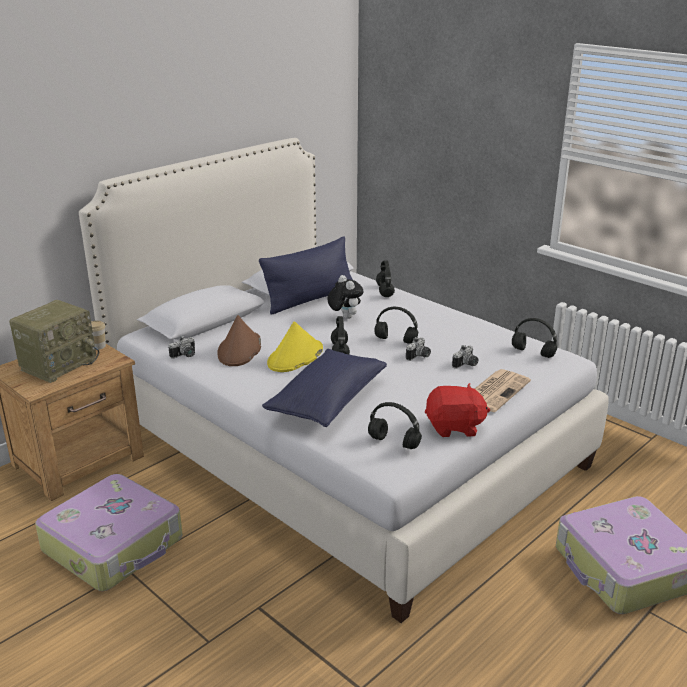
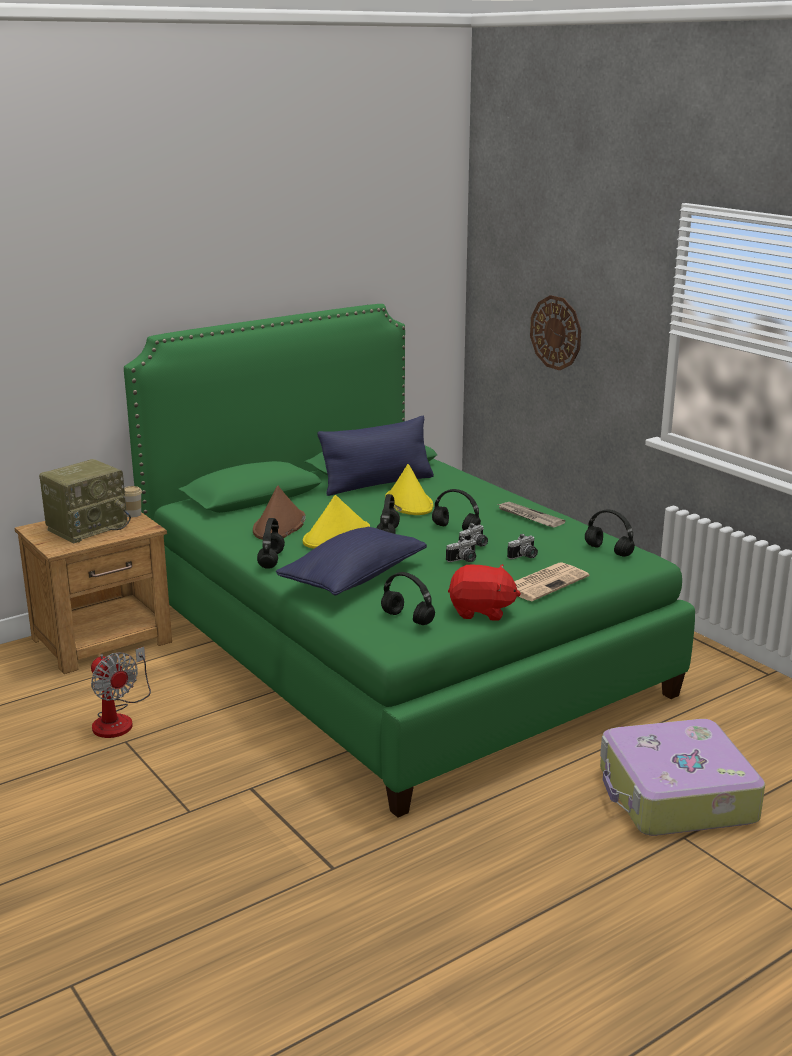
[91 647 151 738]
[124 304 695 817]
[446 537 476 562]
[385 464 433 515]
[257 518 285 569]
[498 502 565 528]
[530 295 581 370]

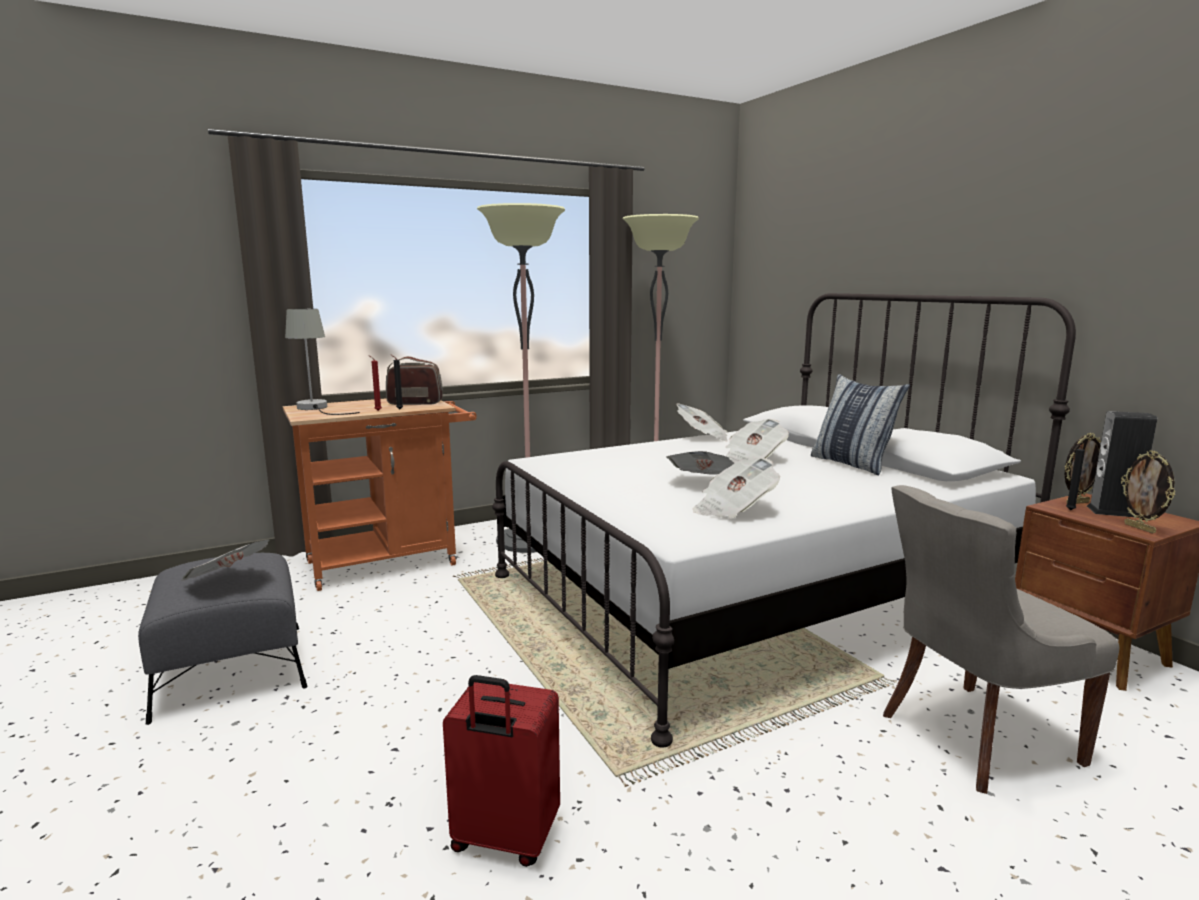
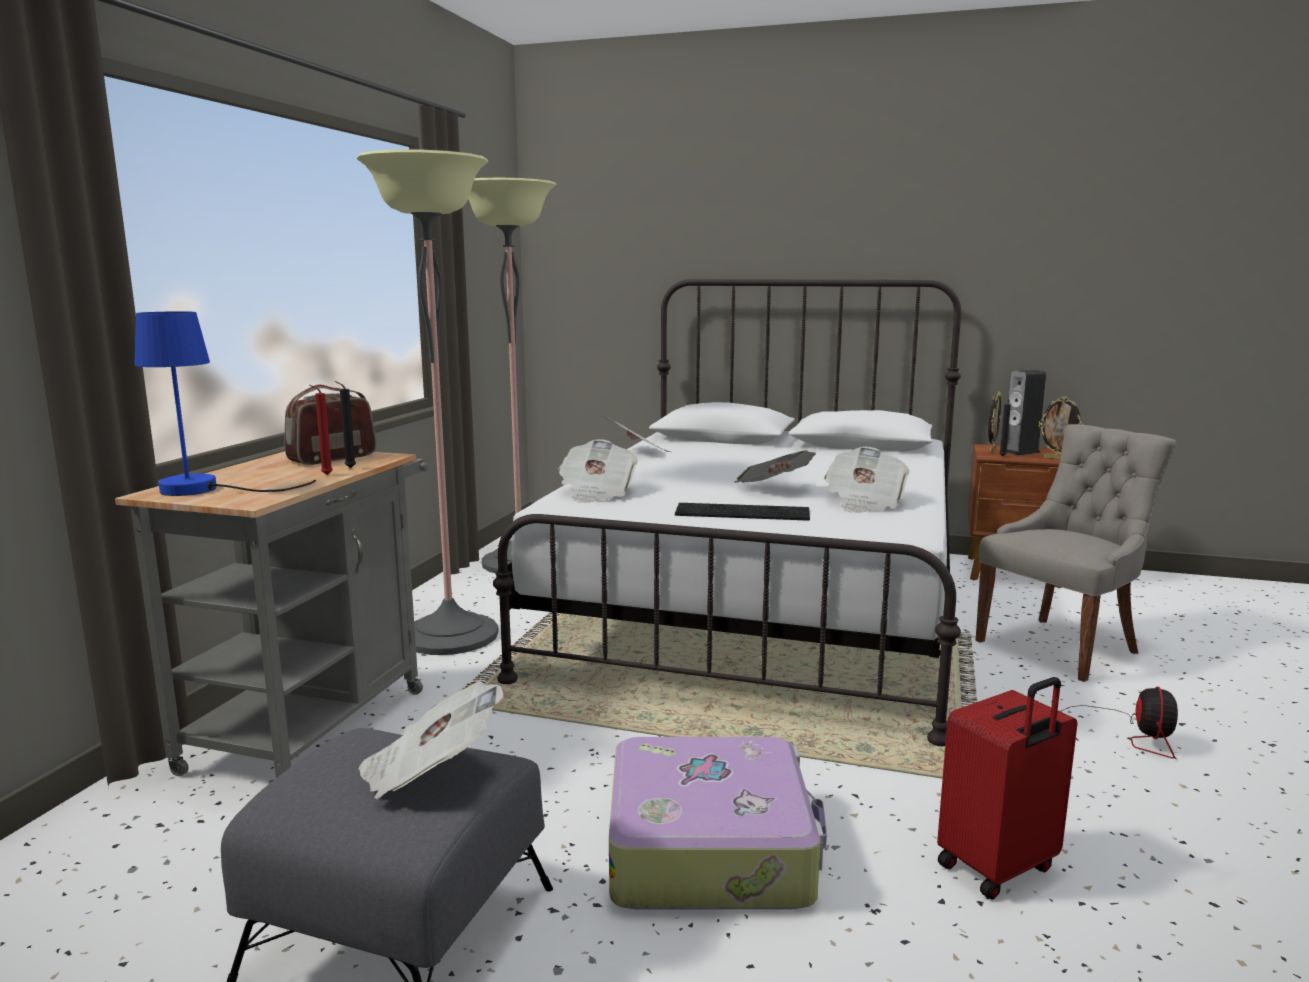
[115 451 428 778]
[134 311 316 496]
[558 439 638 503]
[811 374 910 475] (first image)
[976 424 1176 682]
[609 737 827 909]
[675 503 810 521]
[1060 687 1178 759]

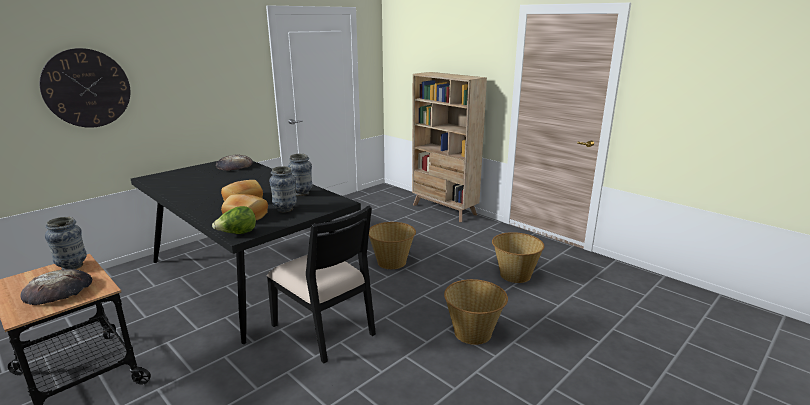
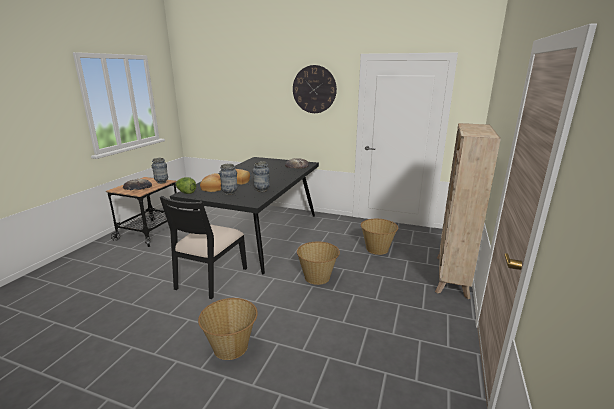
[293 65 337 113]
[361 219 398 255]

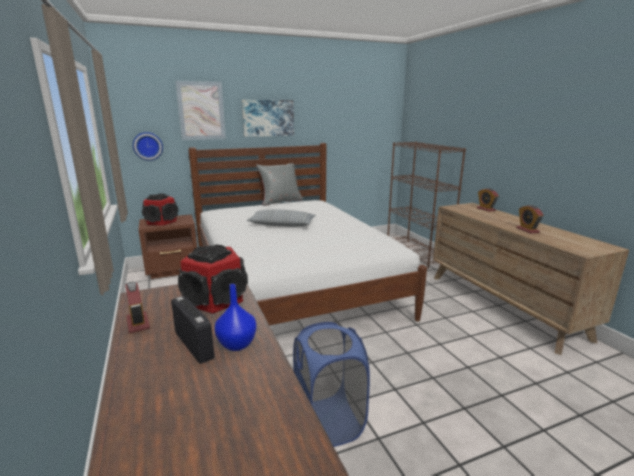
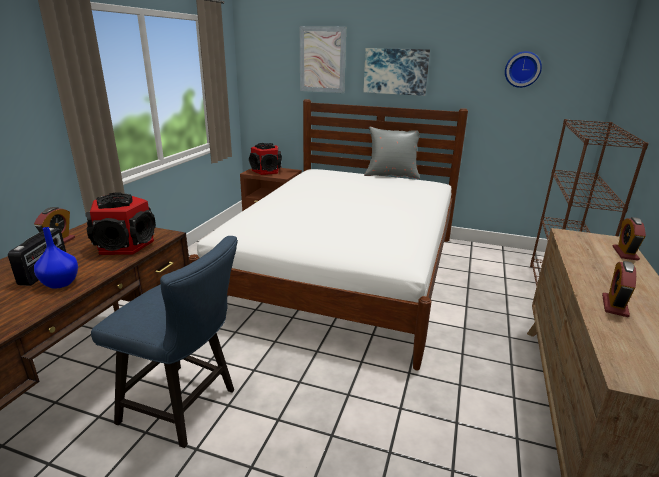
[505 51 542 88]
[246 209 316 227] (first image)
[91 236 238 448]

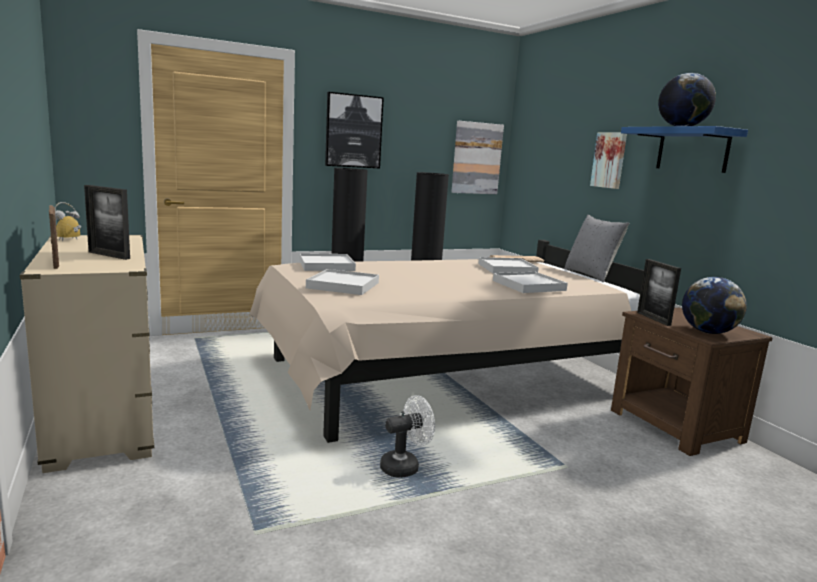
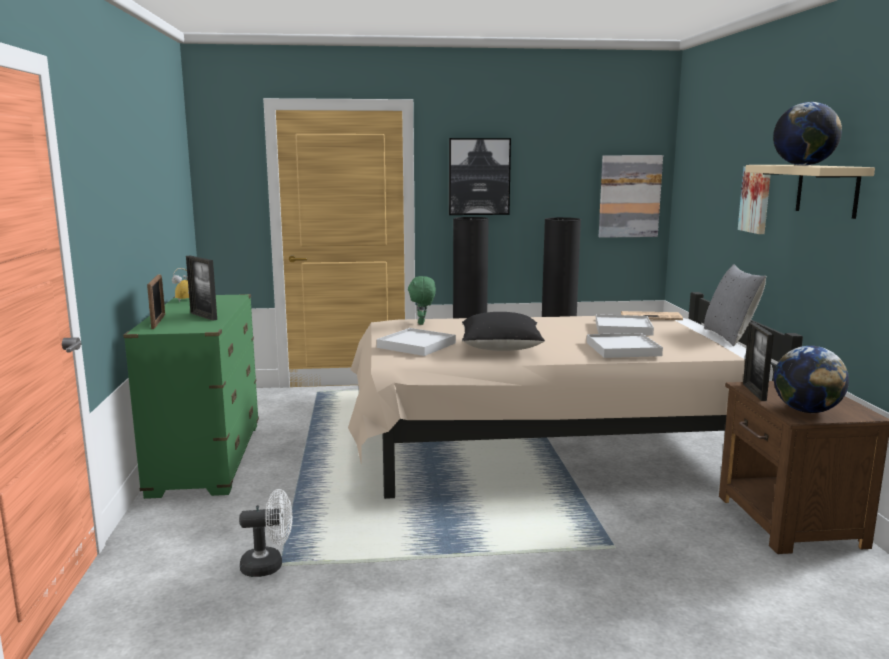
[123 294 259 499]
[408 276 436 325]
[239 489 293 577]
[745 165 875 219]
[462 312 545 351]

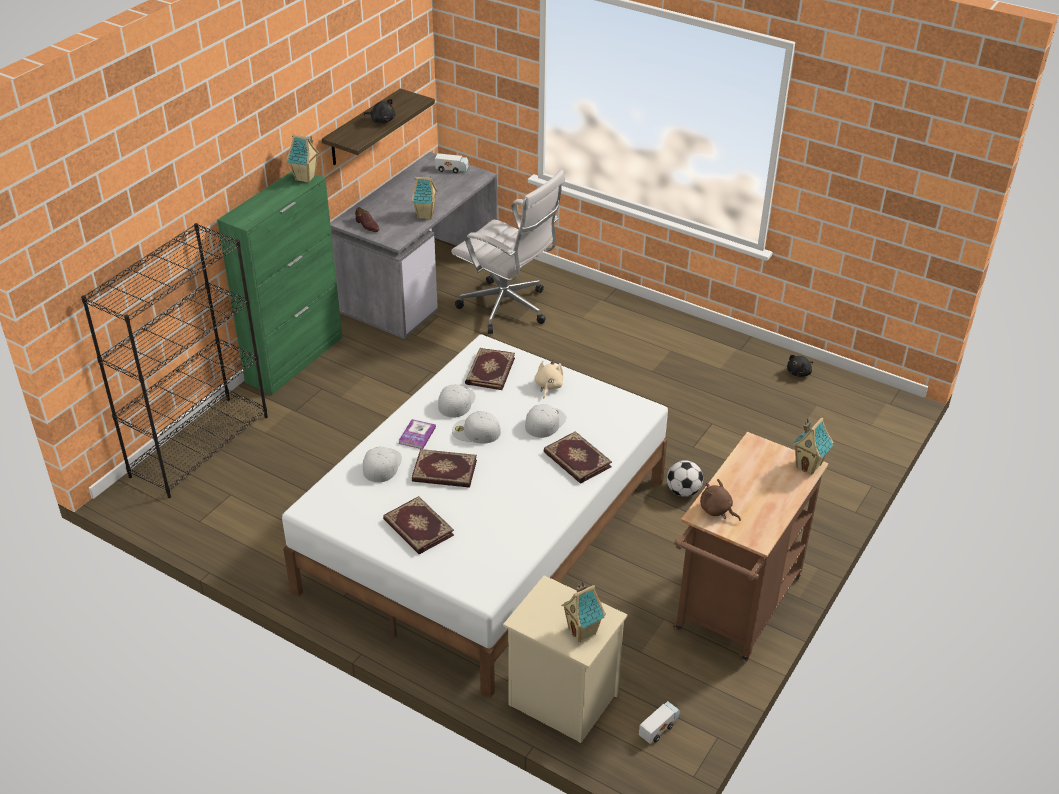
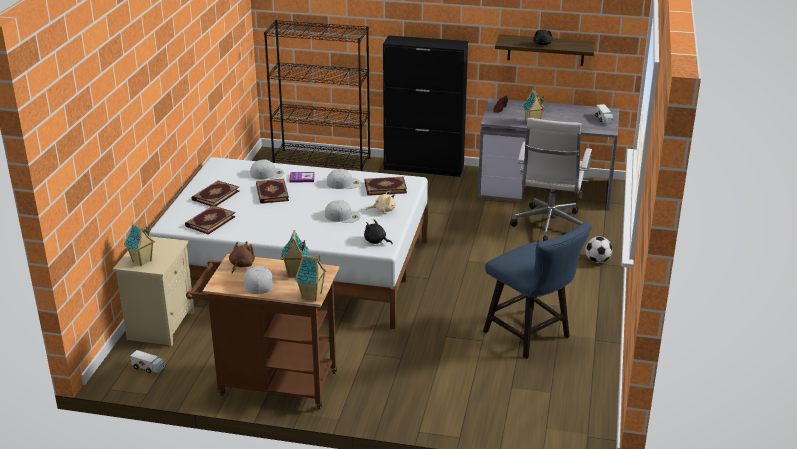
[383 35 468 177]
[281 230 309 278]
[244 266 274 294]
[185 205 236 235]
[585 236 612 263]
[364 219 393 245]
[483 222 592 359]

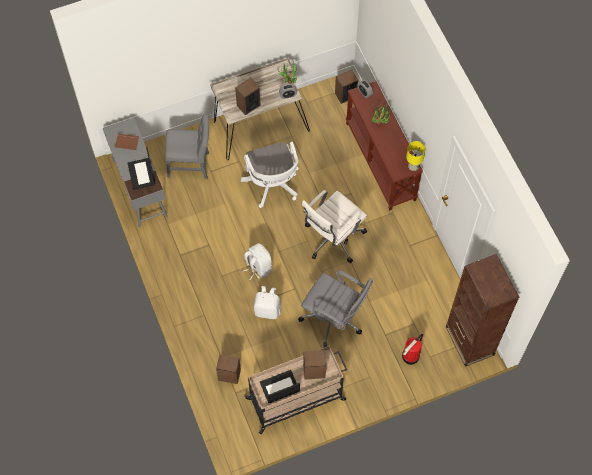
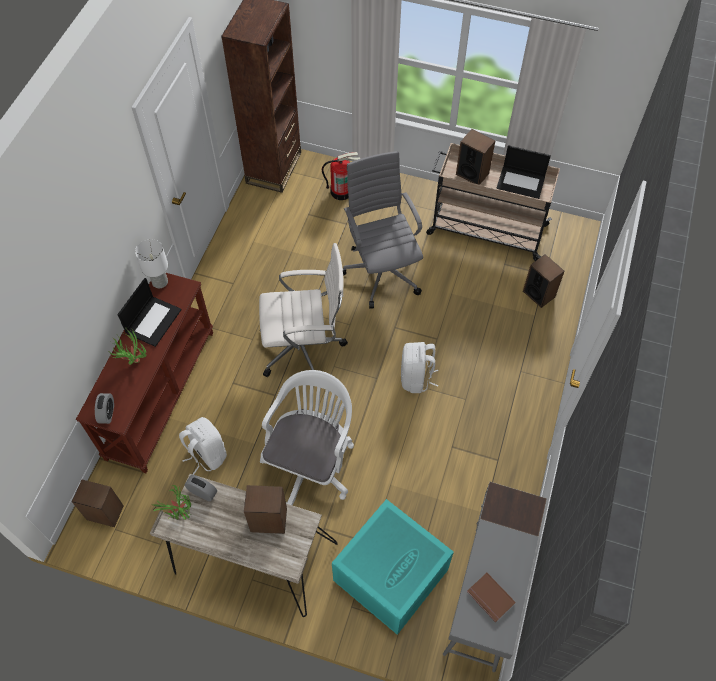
[117 278 182 347]
[332 499 454 635]
[179 417 227 475]
[135 239 168 288]

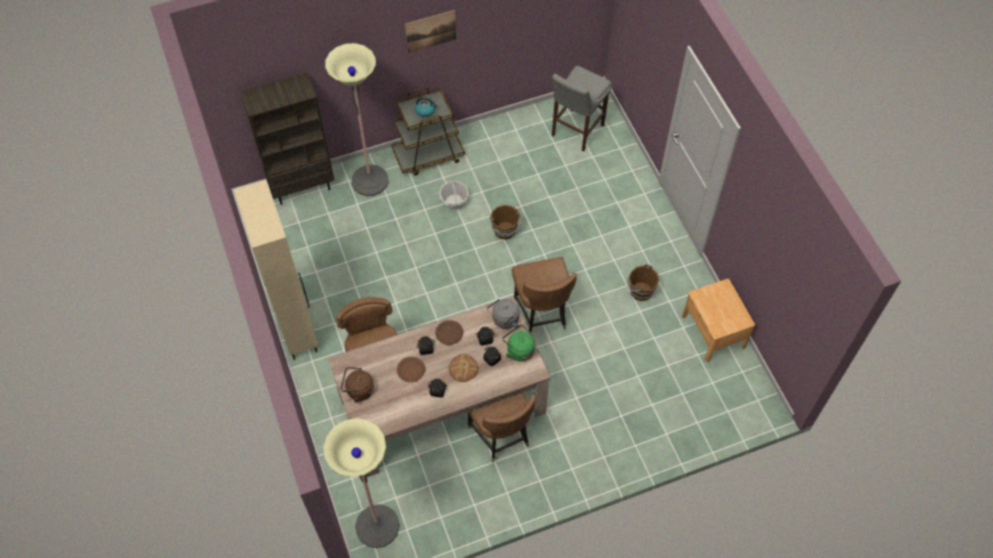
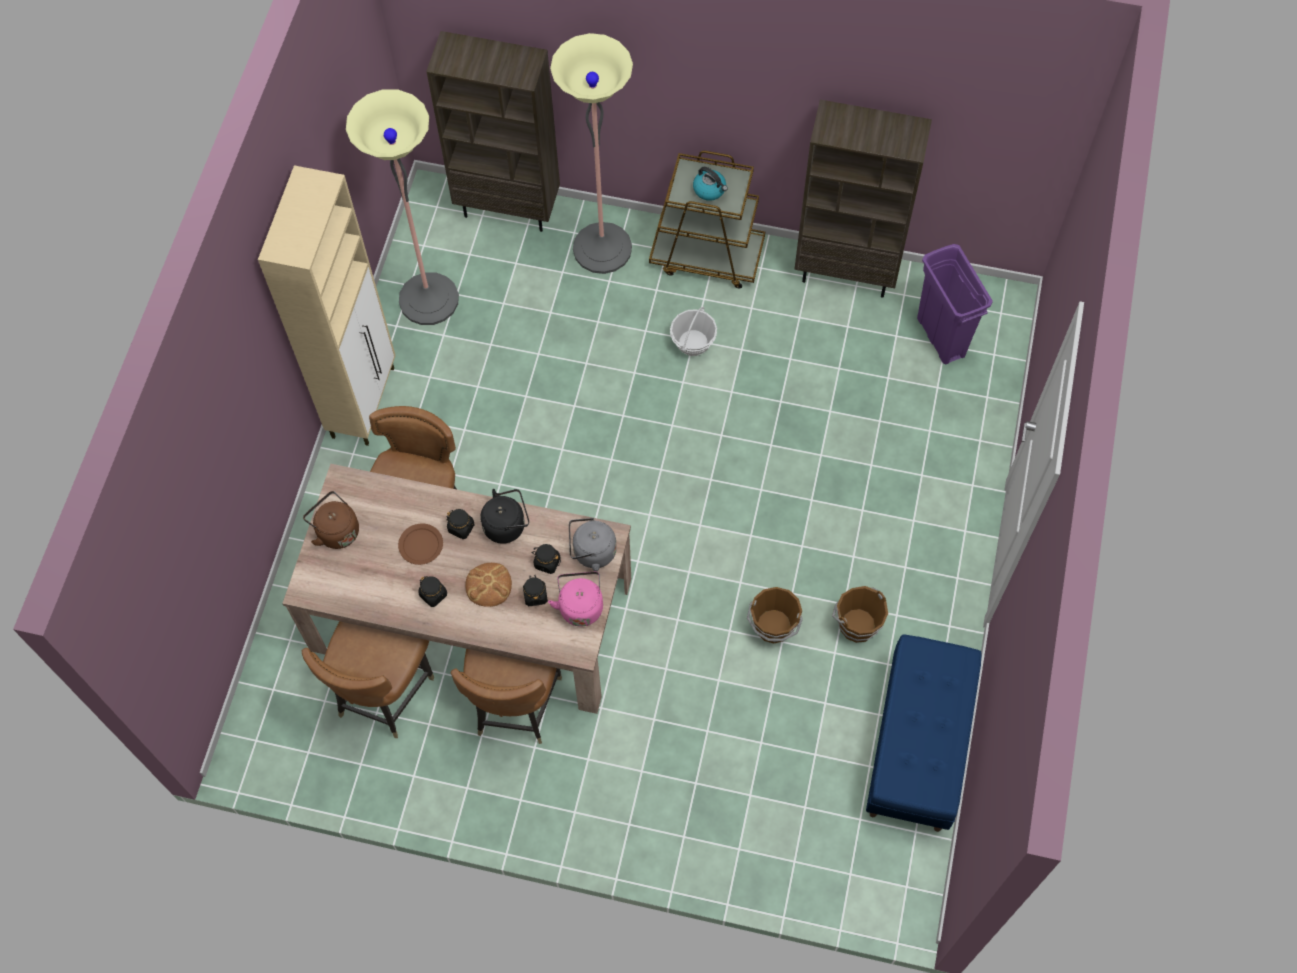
[346 90 459 325]
[405 10 456 53] (first image)
[480 489 529 544]
[747 587 803 644]
[548 572 603 627]
[302 621 434 738]
[917 244 993 365]
[866 635 982 832]
[794 100 932 297]

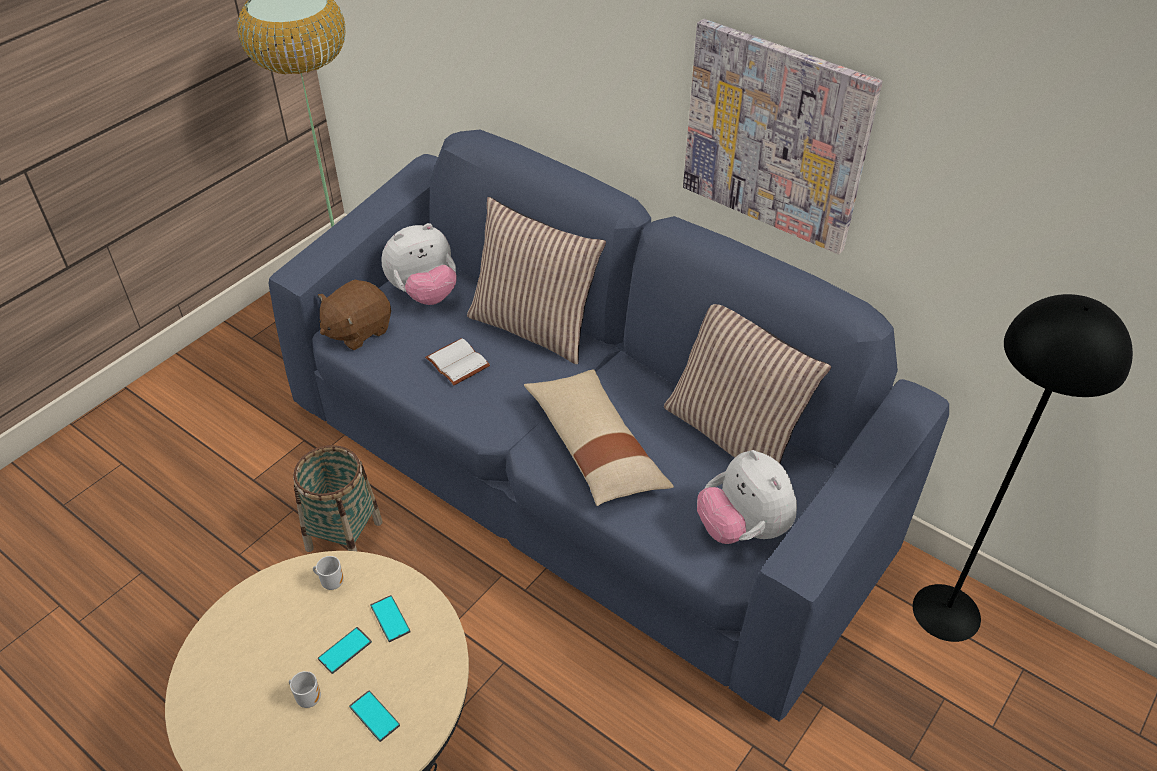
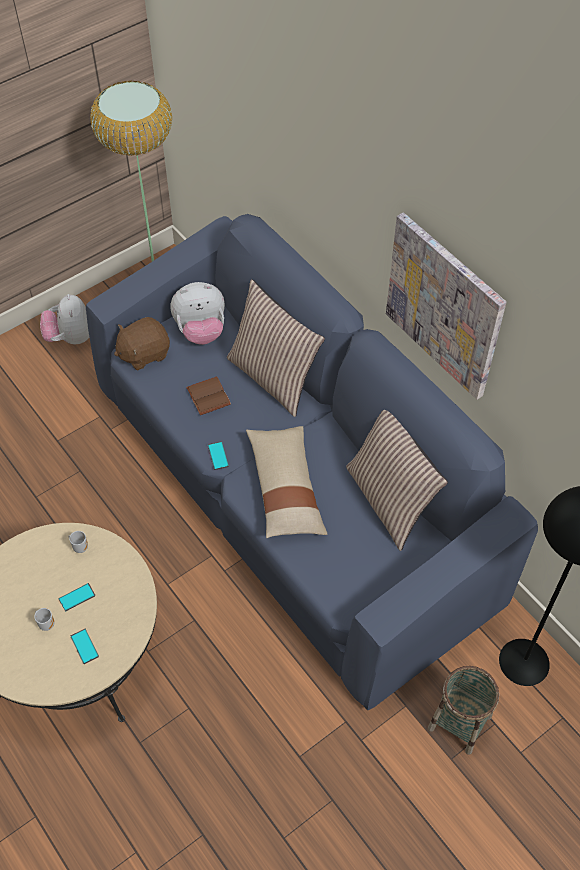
[428 666 499 755]
[208 441 229 470]
[186 376 231 415]
[40 294 89 344]

